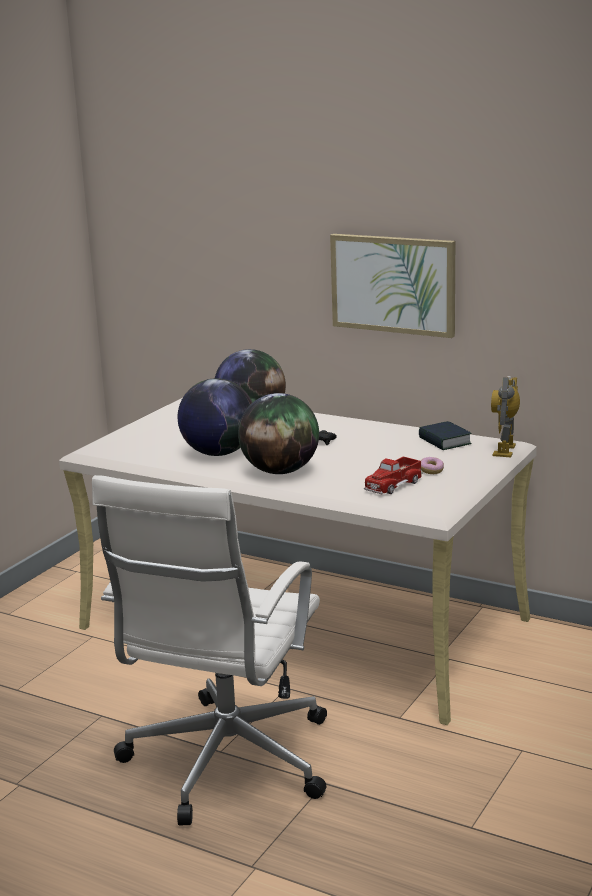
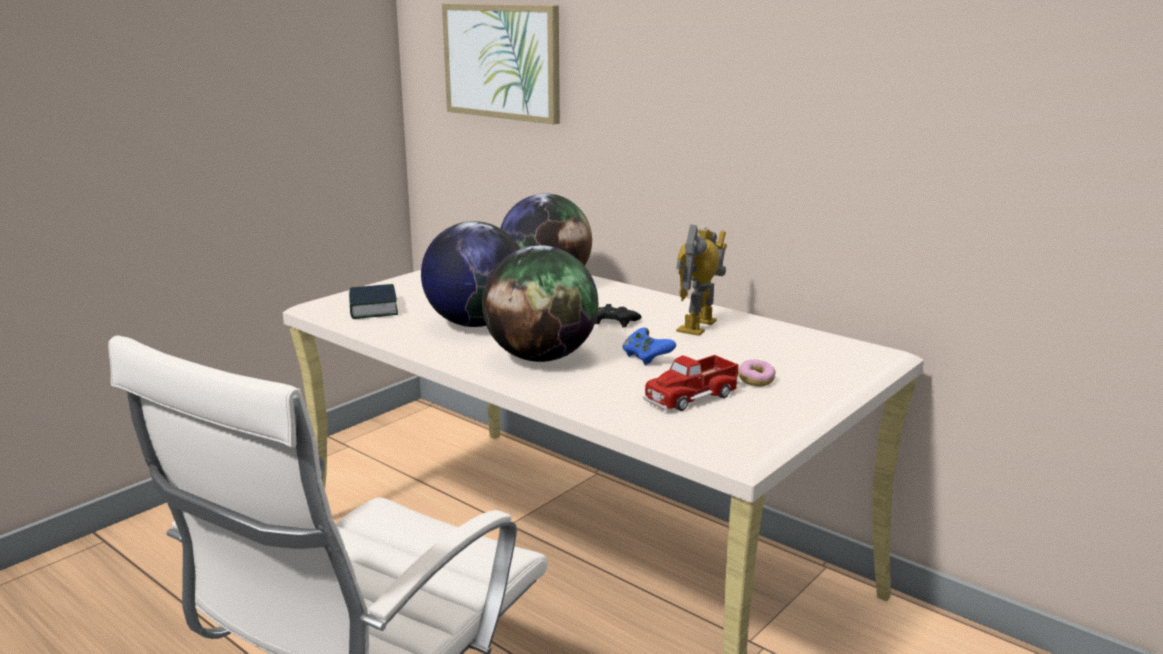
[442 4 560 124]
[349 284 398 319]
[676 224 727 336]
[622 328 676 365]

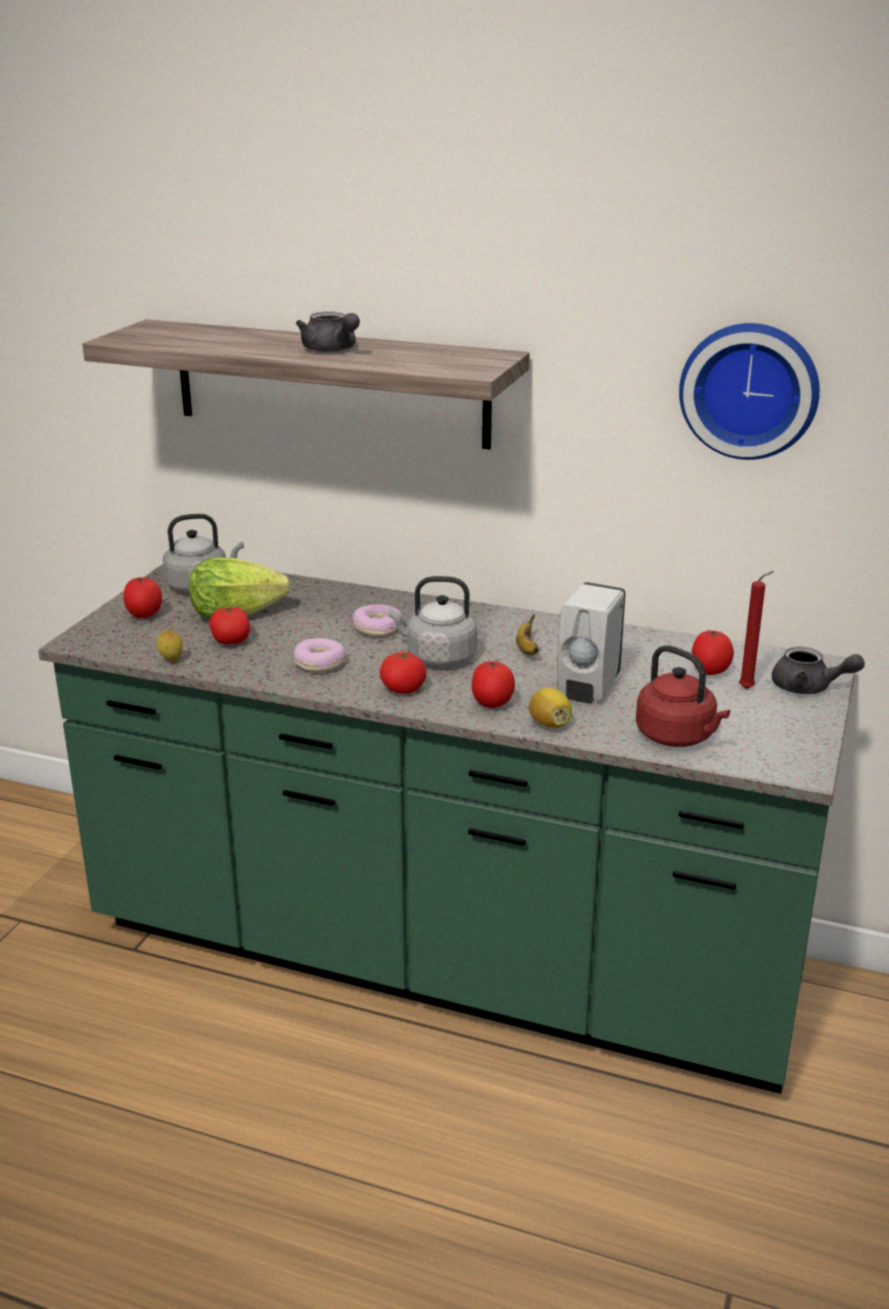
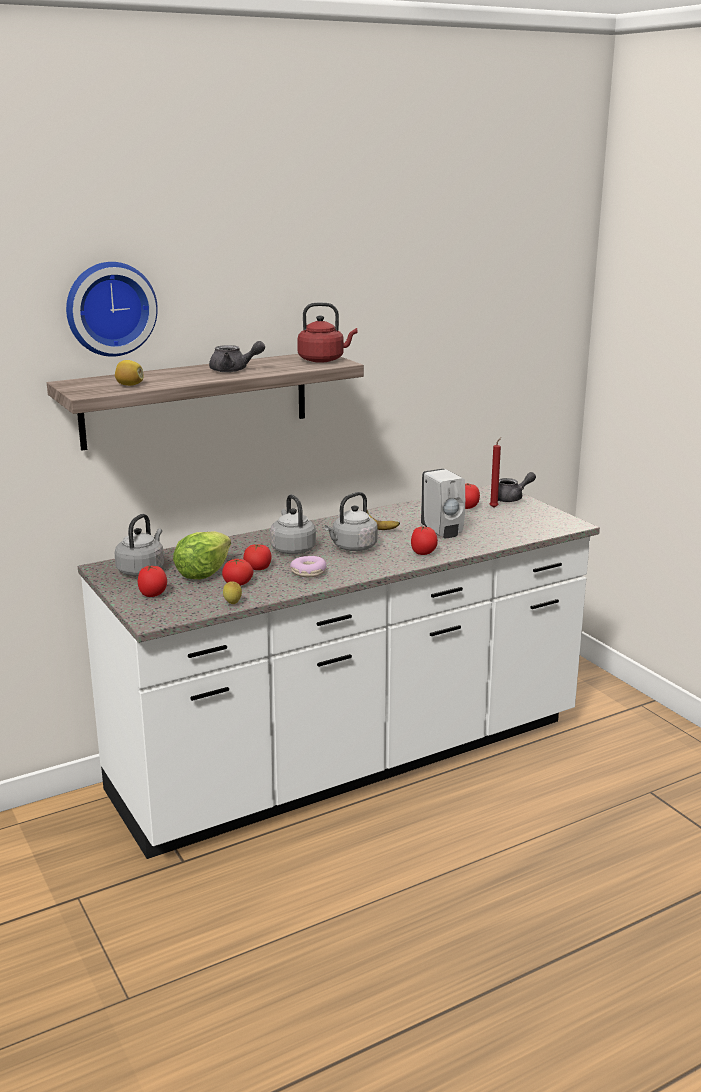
[78 485 600 859]
[270 494 316 554]
[243 544 272 570]
[115 360 144 386]
[297 303 357 363]
[66 262 158 357]

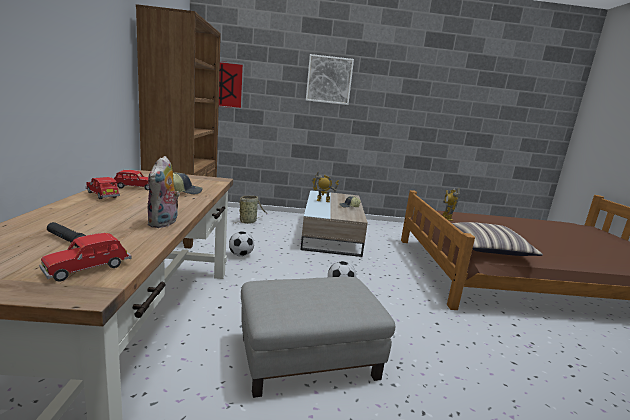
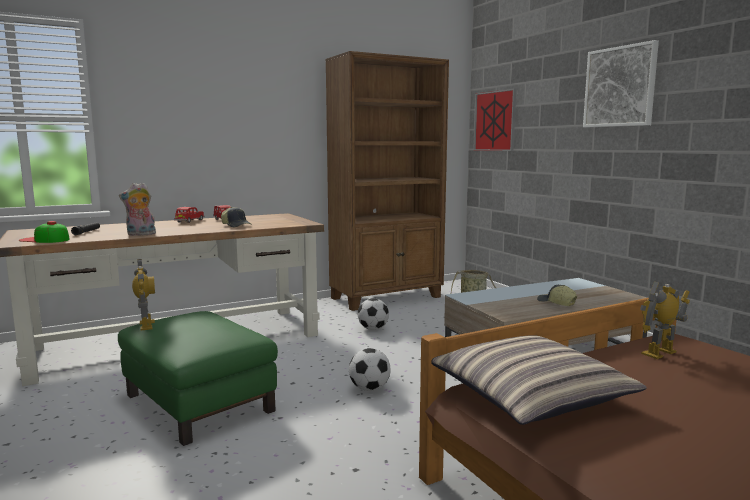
[19 221 70 243]
[118 311 278 446]
[132 259 155 331]

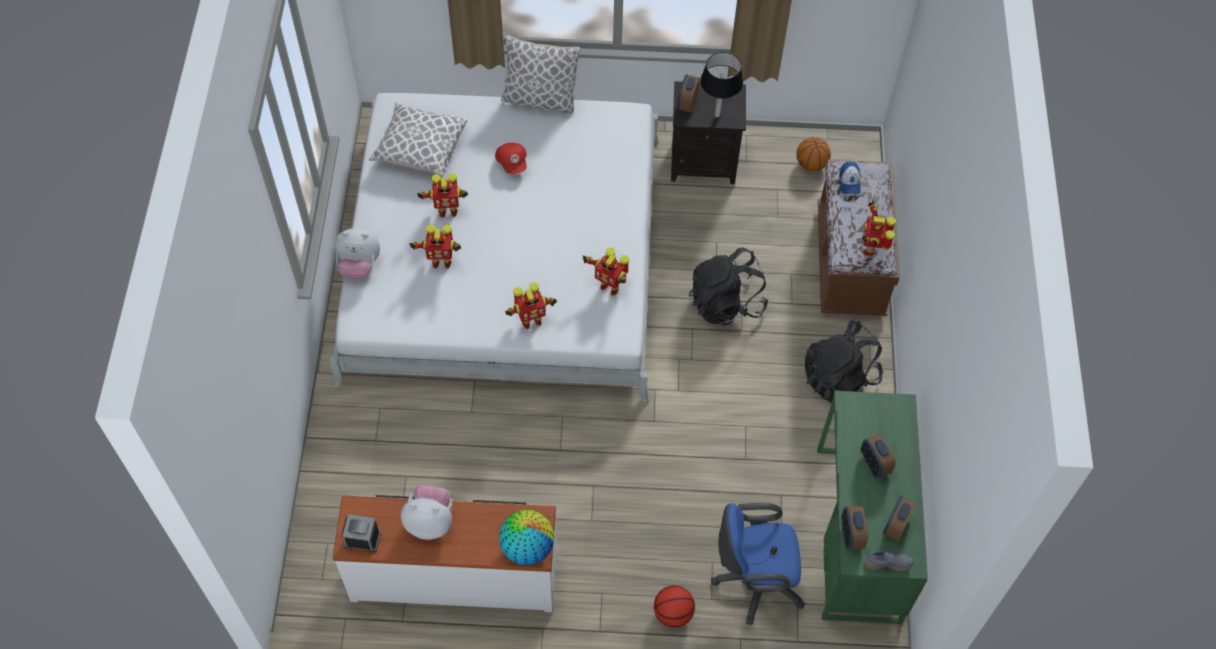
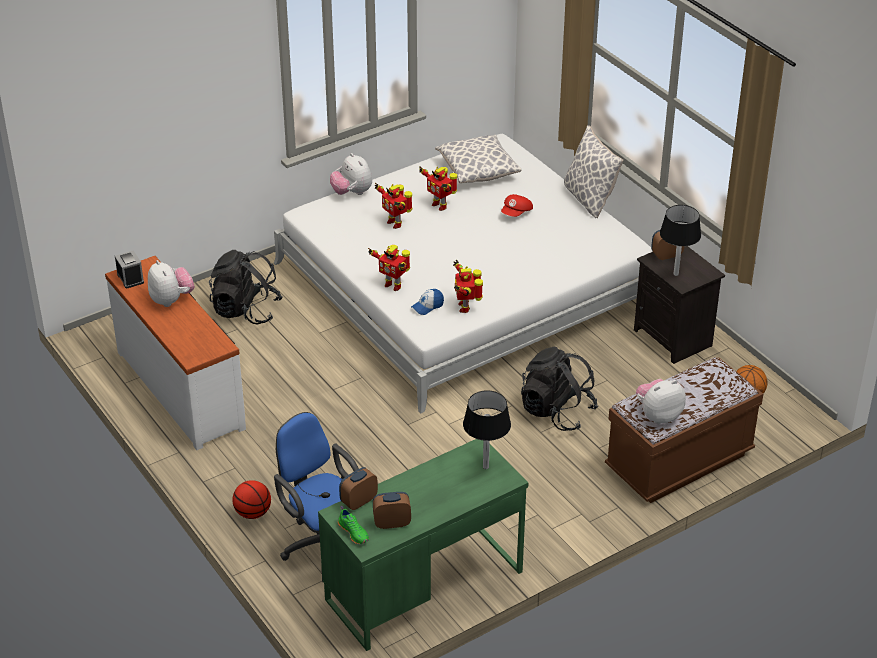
[499 510 554 565] (first image)
[209 250 283 324]
[411 289 444 315]
[860 434 896 478] (first image)
[636 379 686 424]
[338 506 369 545]
[463 390 511 469]

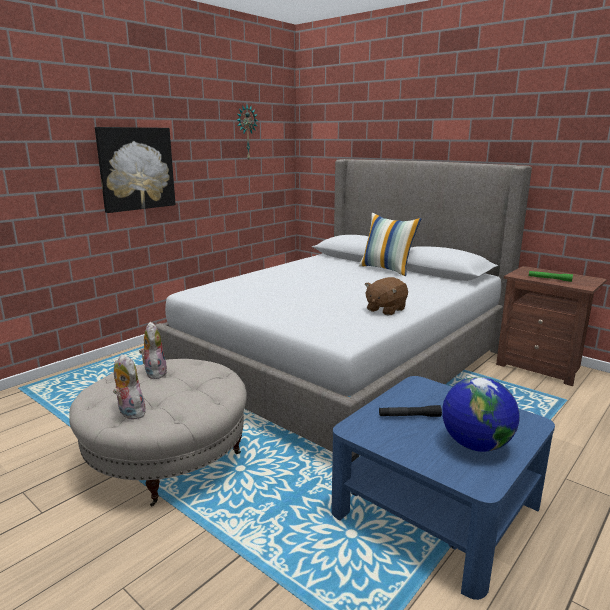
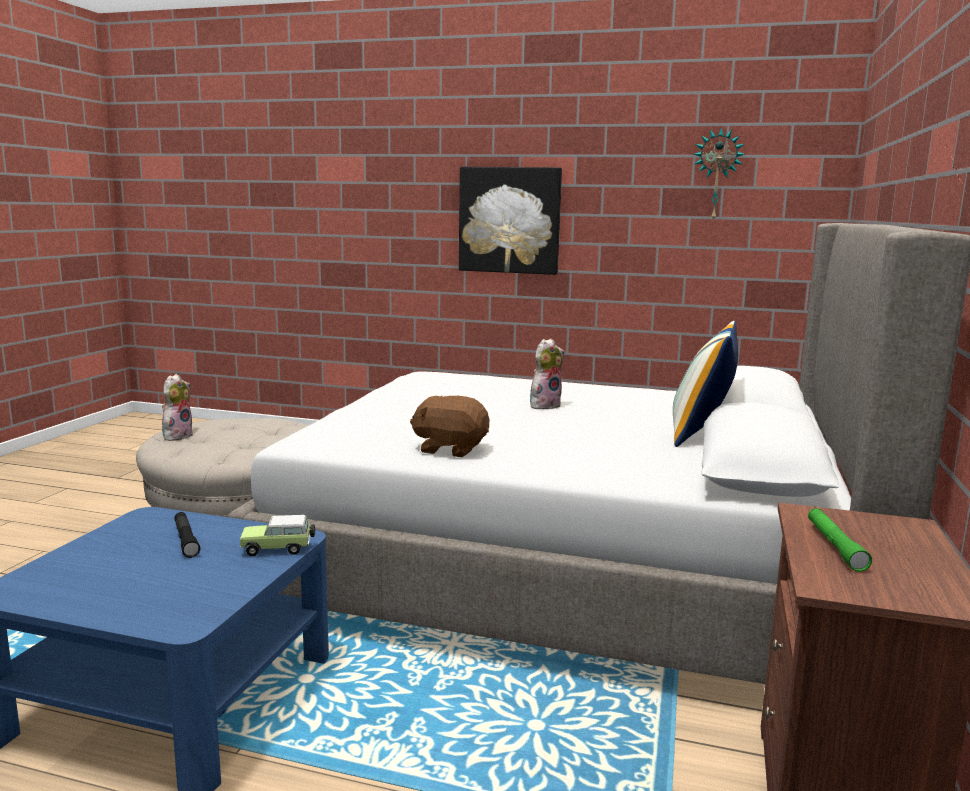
[530 339 565 409]
[442 377 520 452] (first image)
[240 515 315 556]

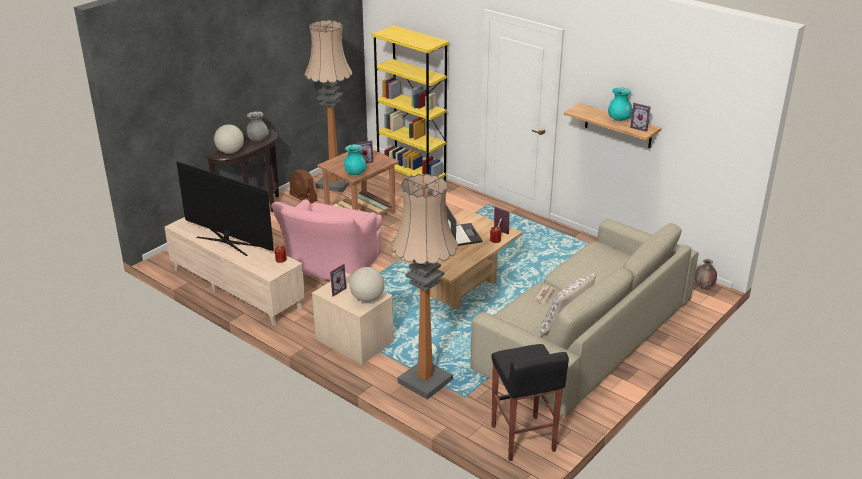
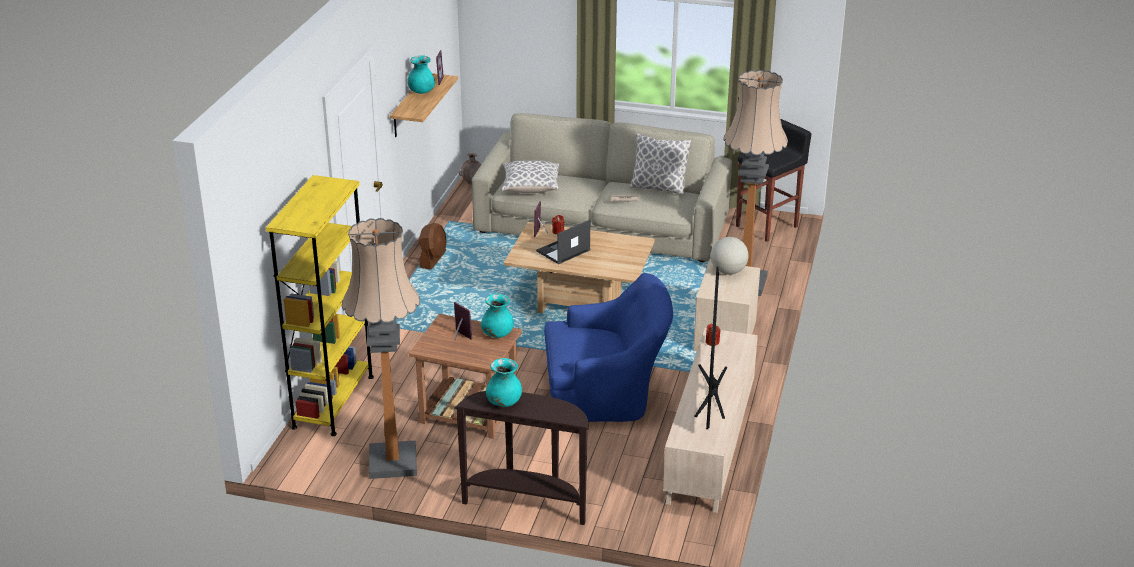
[214 124 244 154] (first image)
[486 358 522 407]
[544 273 673 422]
[419 223 447 270]
[330 264 347 297] (first image)
[501 161 559 193]

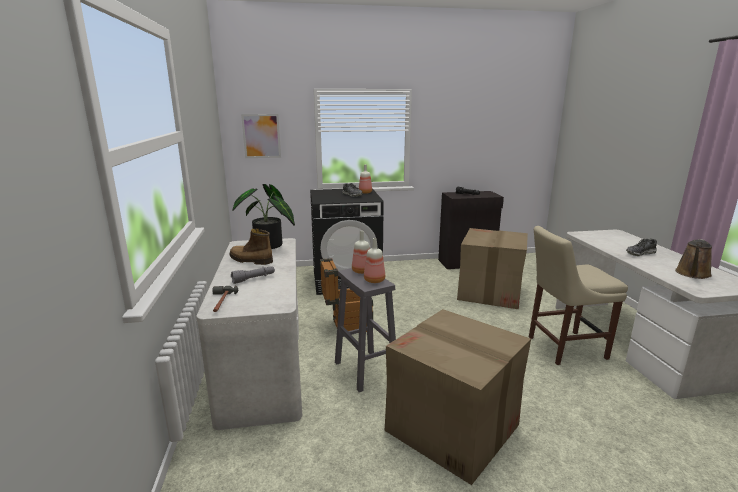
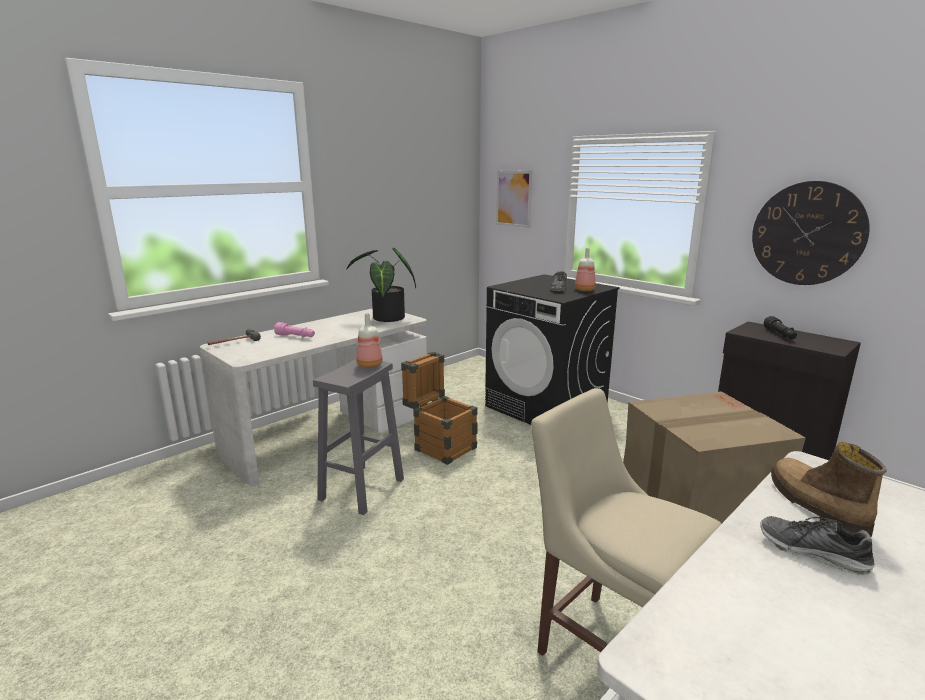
[771 442 887 537]
[274 322 315 338]
[364 238 385 283] (first image)
[385 309 531 485] (first image)
[675 239 712 279] (first image)
[752 181 870 285]

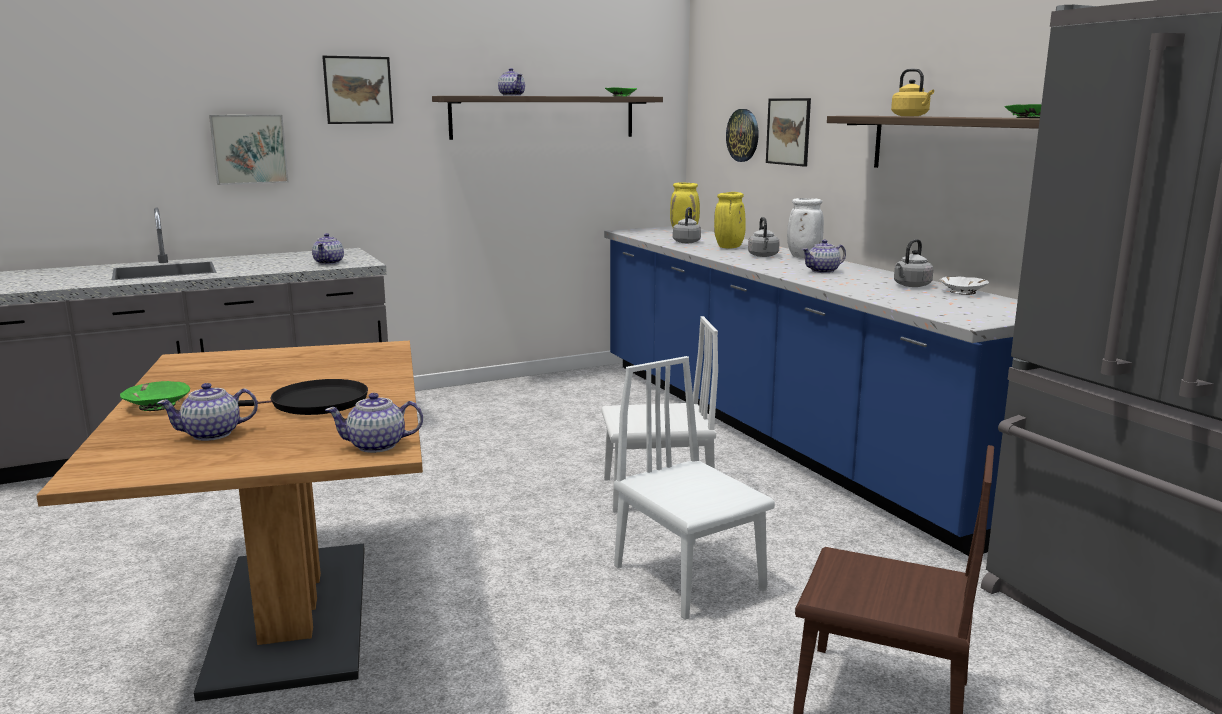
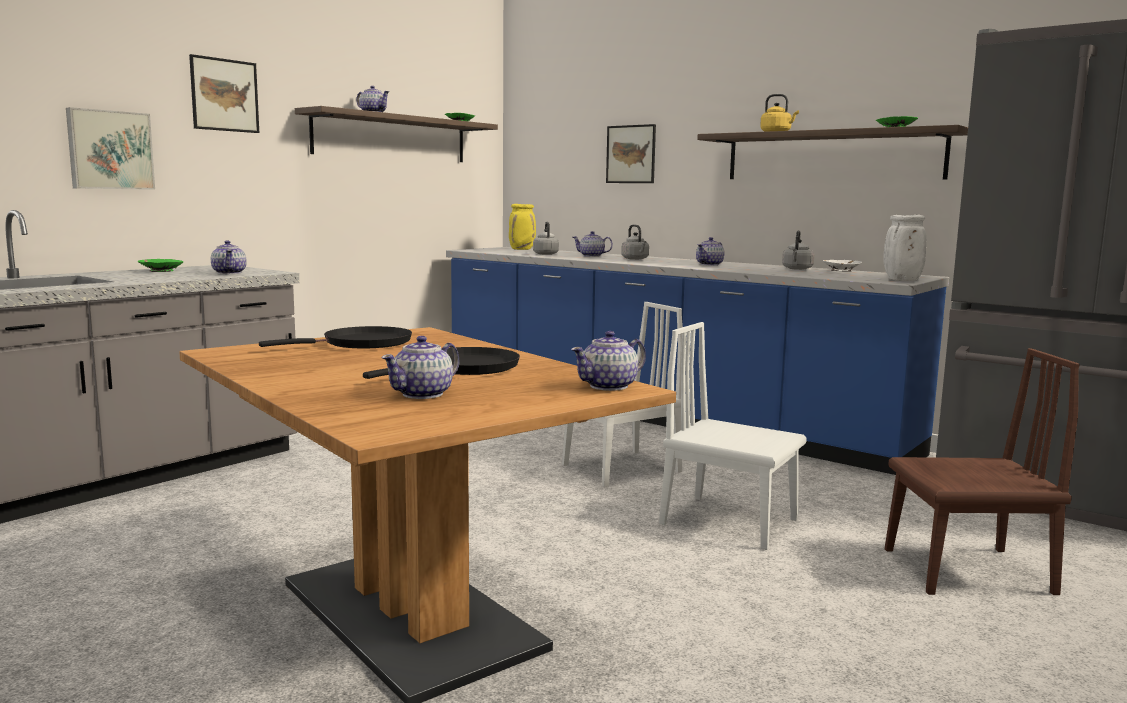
[138 259 183 272]
[573 231 613 257]
[726 109 759 162] (first image)
[883 215 926 281]
[259 326 412 348]

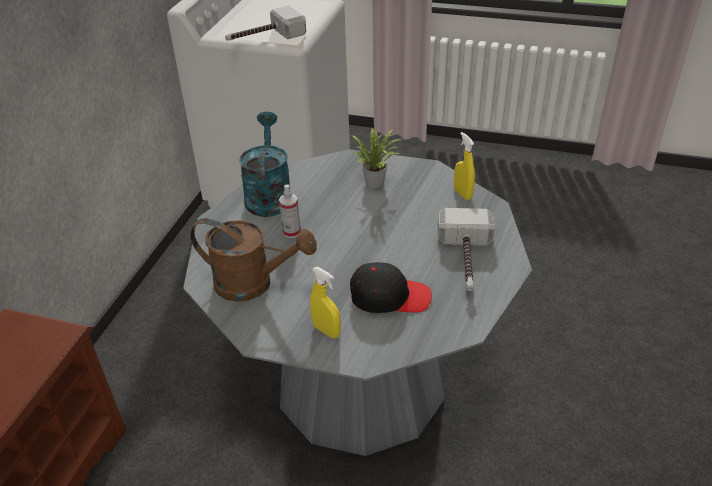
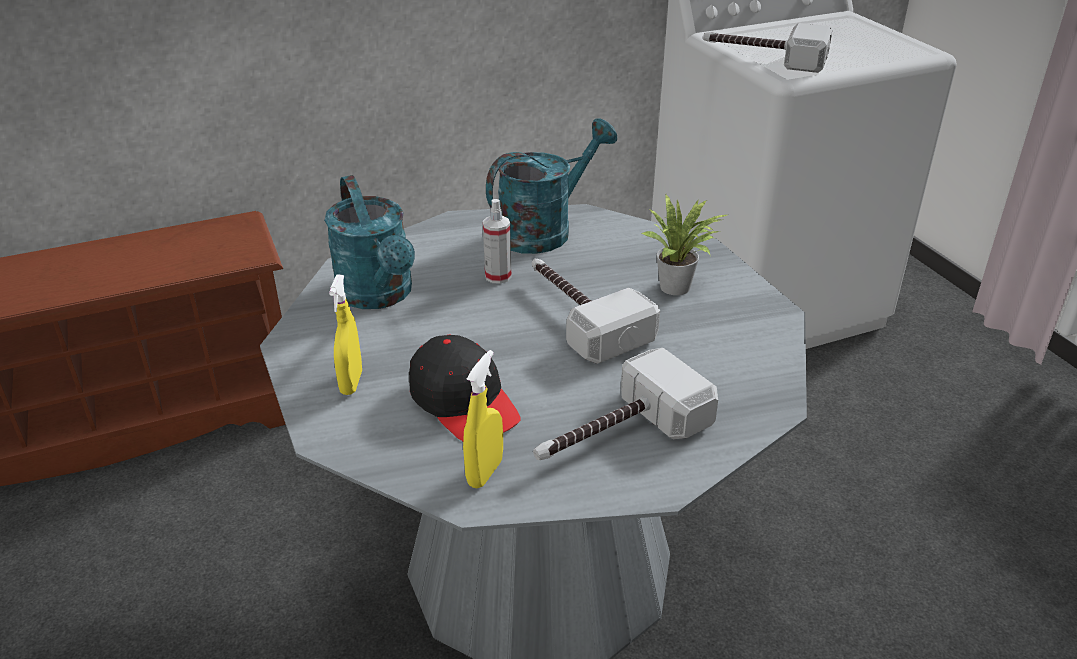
[324 175 415 309]
[463 350 503 488]
[532 258 660 364]

